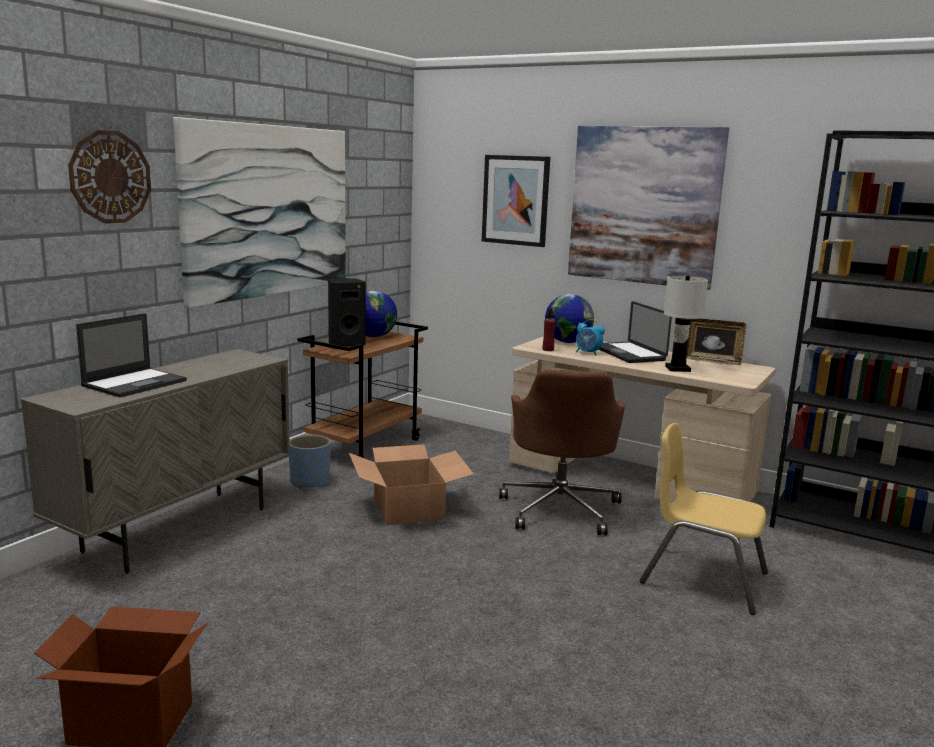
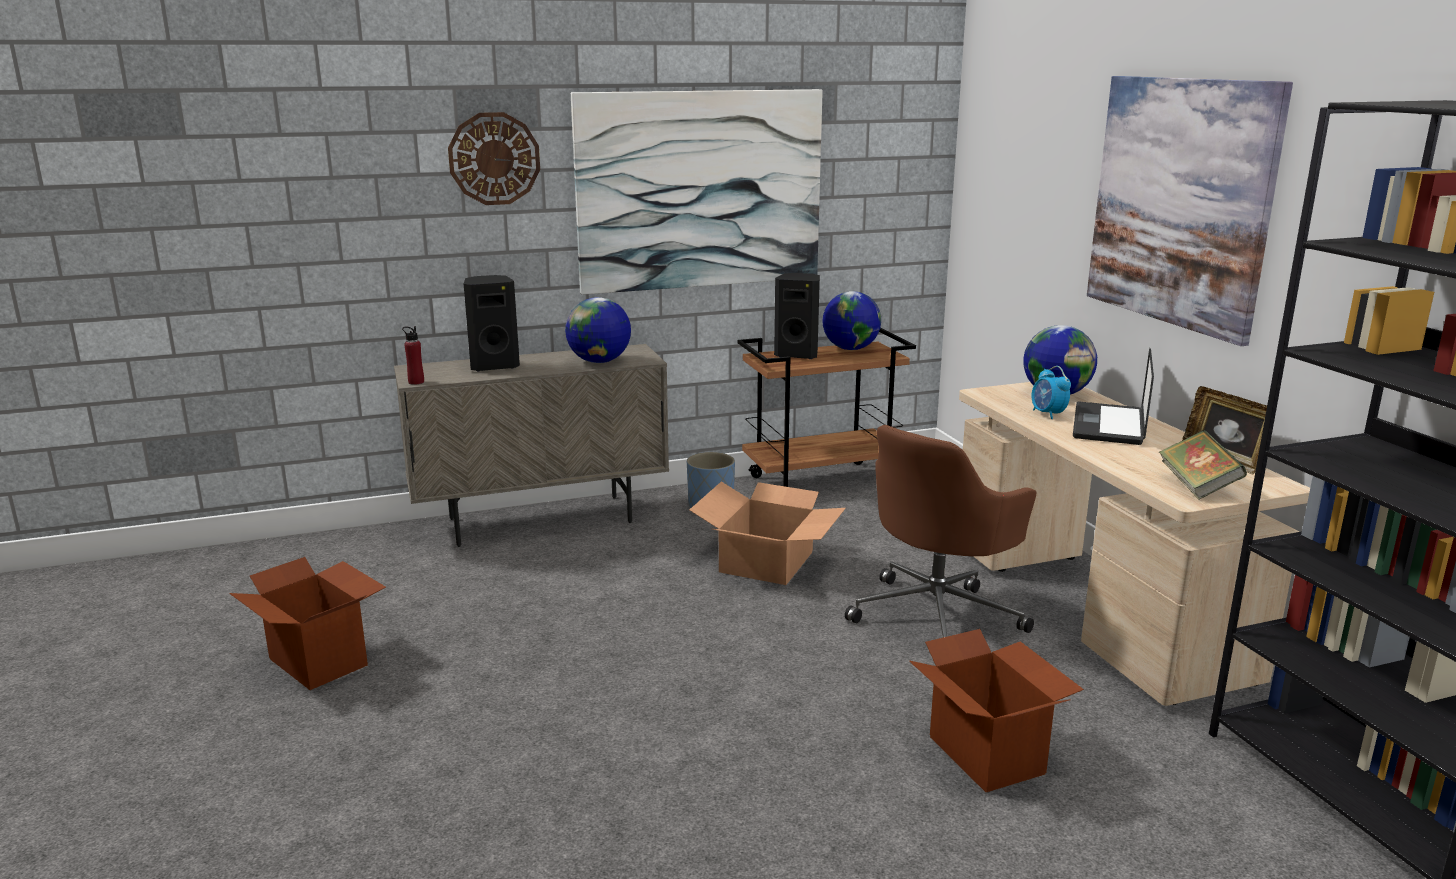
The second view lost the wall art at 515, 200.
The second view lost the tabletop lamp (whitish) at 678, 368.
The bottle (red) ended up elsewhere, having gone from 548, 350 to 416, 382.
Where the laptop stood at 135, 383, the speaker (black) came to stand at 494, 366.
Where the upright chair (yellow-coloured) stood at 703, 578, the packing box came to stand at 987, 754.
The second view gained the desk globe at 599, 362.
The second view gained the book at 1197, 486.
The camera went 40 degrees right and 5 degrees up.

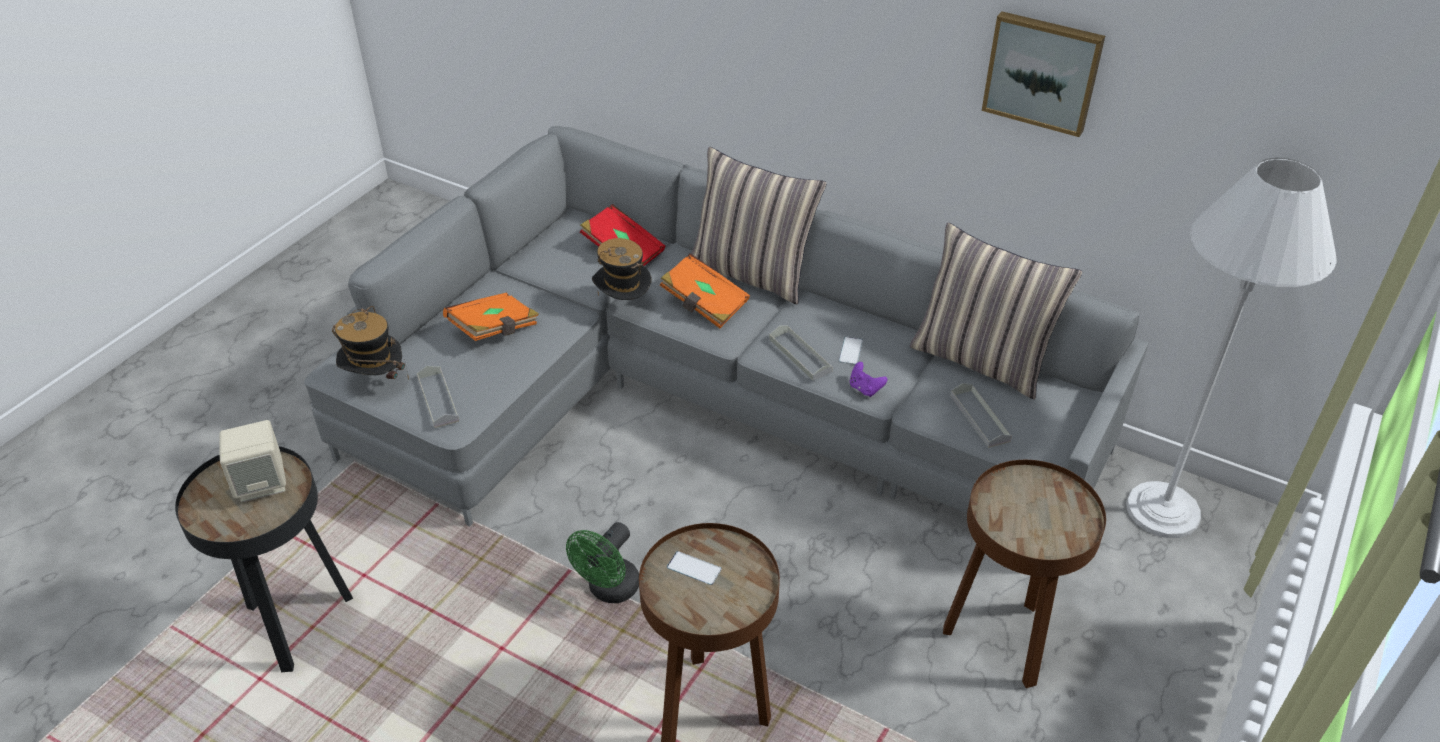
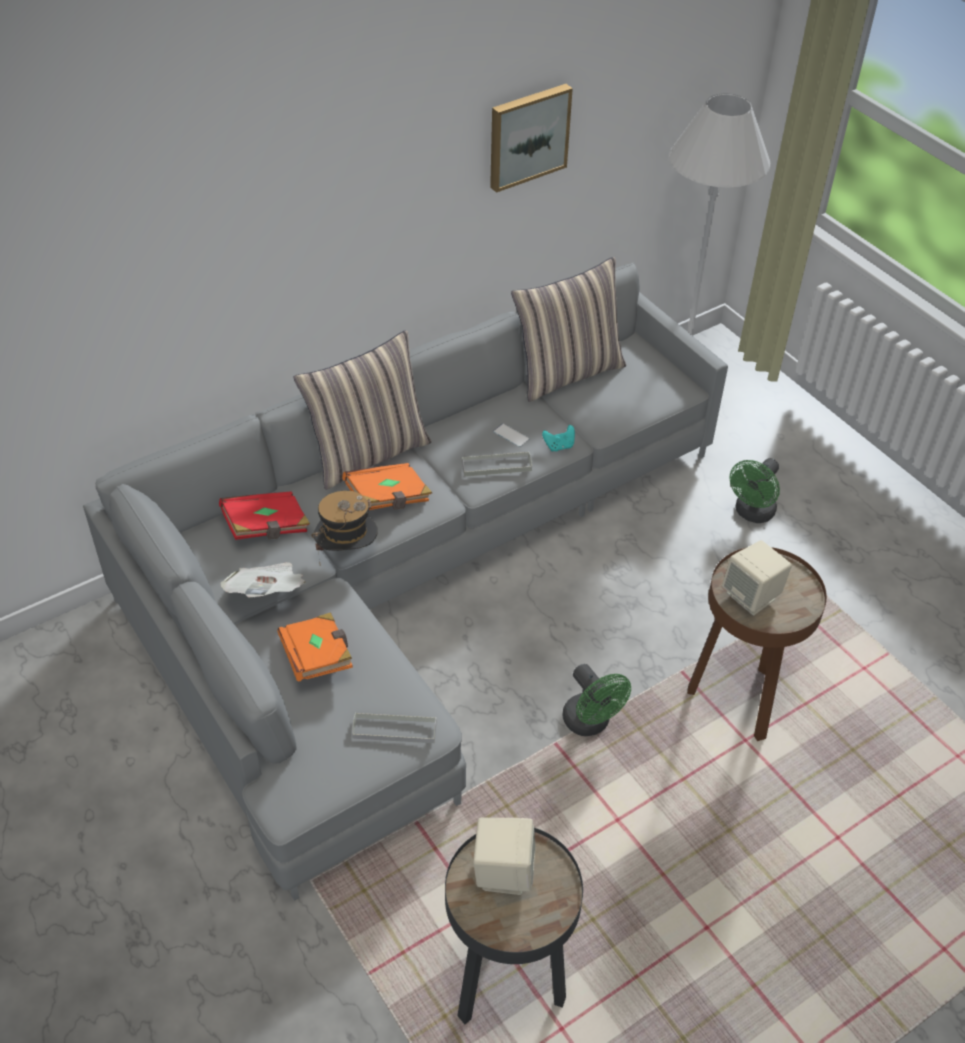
The second view lost the hat at 375, 381.
What was the joypad (purple-coloured) at 865, 389 turned into the joypad (blue-green) at 559, 446.
The second view lost the serving tray (grey) at 979, 418.
Where the accent table (brownish) stood at 1002, 641, the electric fan (green-coloured) came to stand at 751, 513.
Where the handset stood at 694, 568, the speaker (beige-coloured) came to stand at 751, 596.
The second view gained the newspaper at 268, 593.
The camera went 65 degrees left and 5 degrees up.

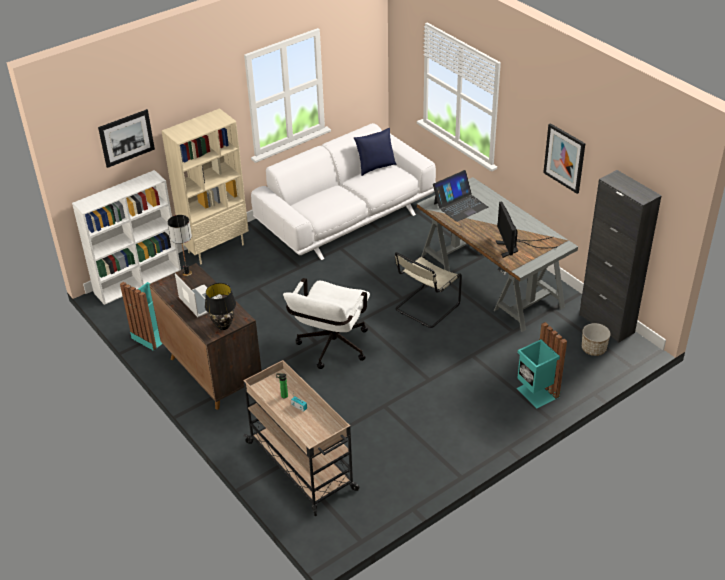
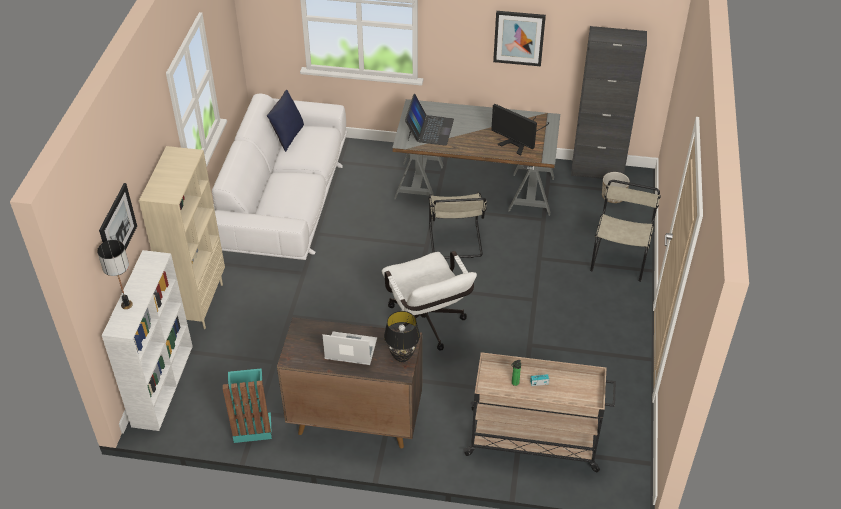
The tabletop lamp ended up elsewhere, having gone from 187, 273 to 126, 305.
Where the waste bin (blue-green) stood at 536, 393, the upright chair (beige-coloured) came to stand at 620, 258.
The camera went 45 degrees left and 5 degrees up.

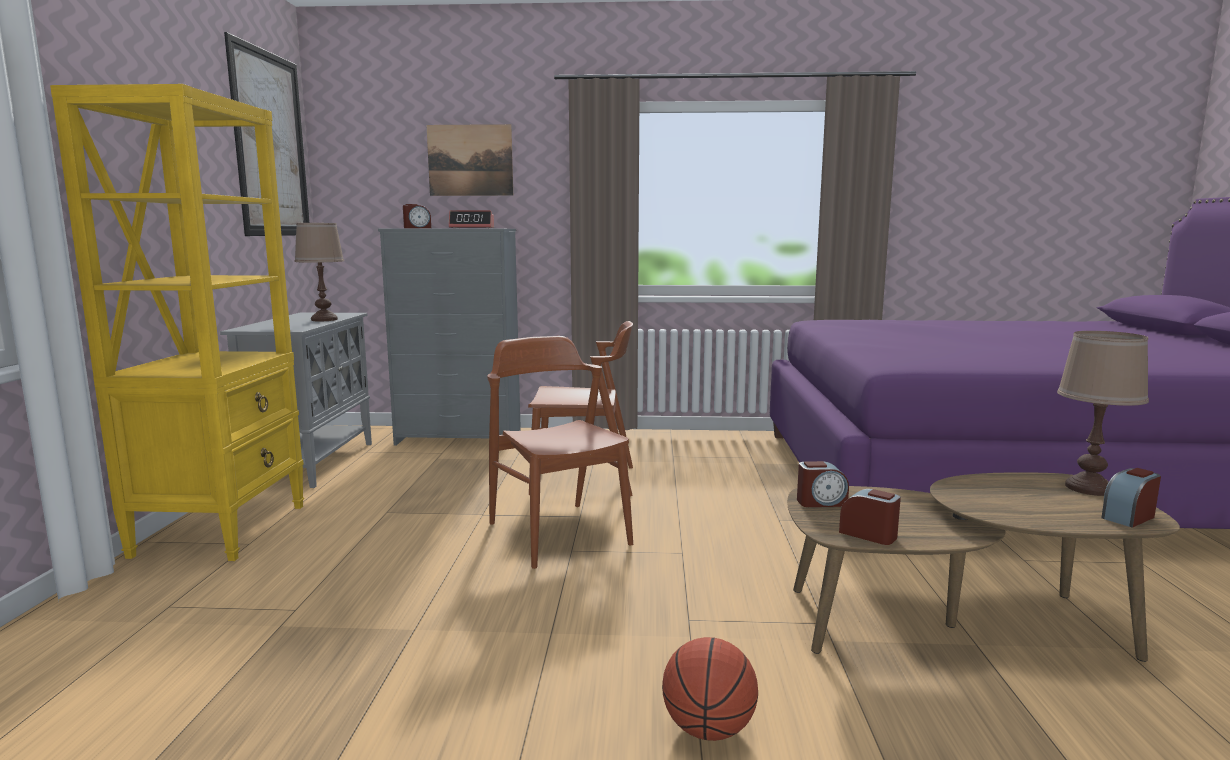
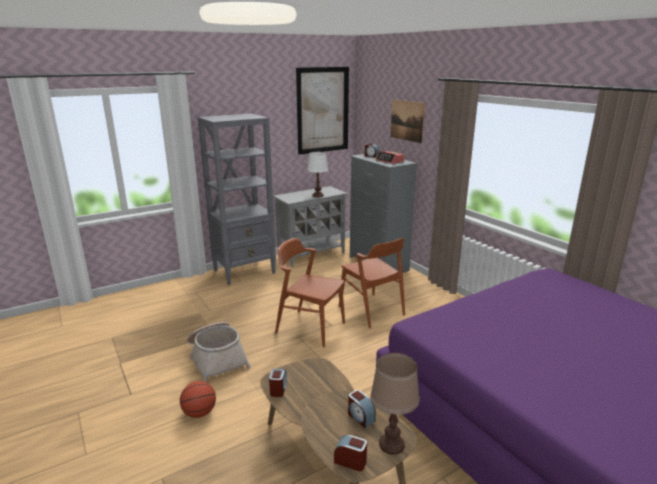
What was the shelving unit (yellow-coloured) at 223, 529 turned into the shelving unit (grey) at 245, 272.
What was the tabletop lamp (brownish) at 324, 319 turned into the tabletop lamp (whitish) at 318, 195.
The upright chair (brownish) at 558, 533 ended up facing another way, 90 degrees counterclockwise from before.
The alarm clock ended up elsewhere, having gone from 821, 502 to 360, 417.
The second view gained the basket at 217, 359.
The camera went 55 degrees right and 10 degrees up.

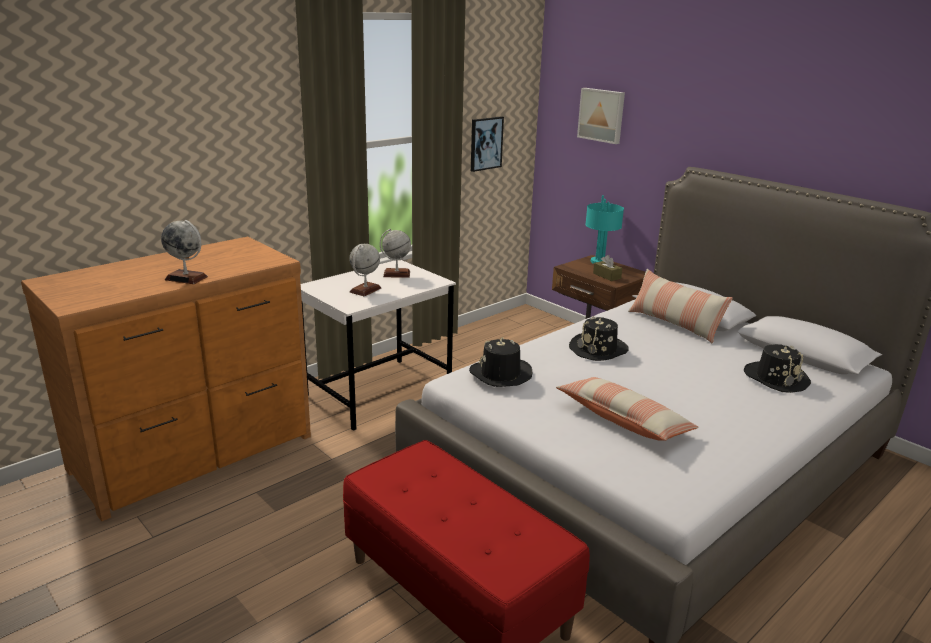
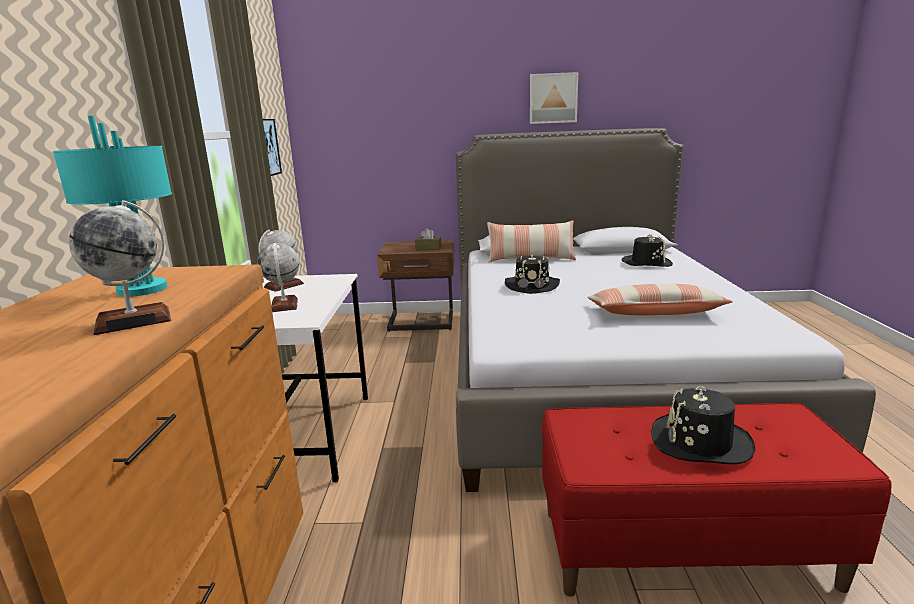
The wall art ended up elsewhere, having gone from 602, 115 to 553, 98.
The tabletop lamp (blue-green) ended up elsewhere, having gone from 600, 261 to 143, 289.
The hat (black) ended up elsewhere, having gone from 500, 374 to 700, 442.
The camera went 45 degrees left and 5 degrees down.

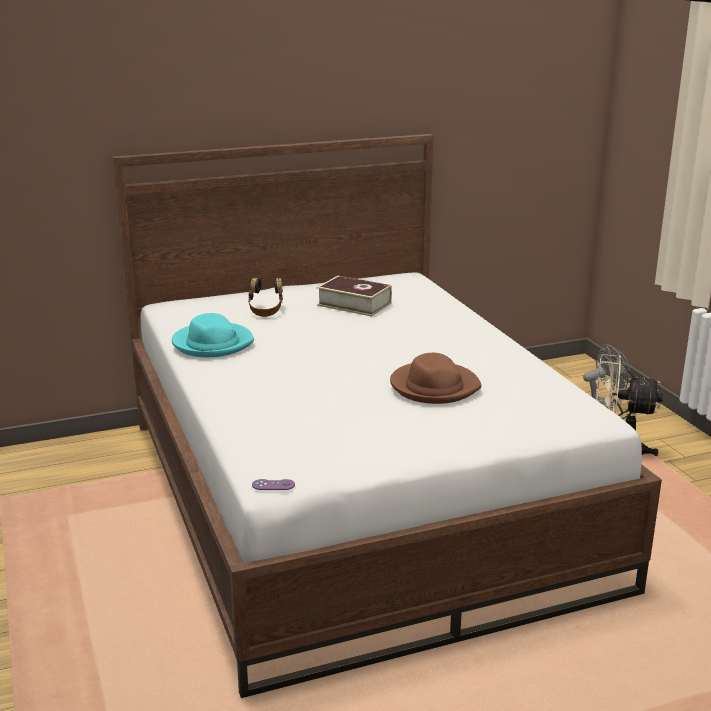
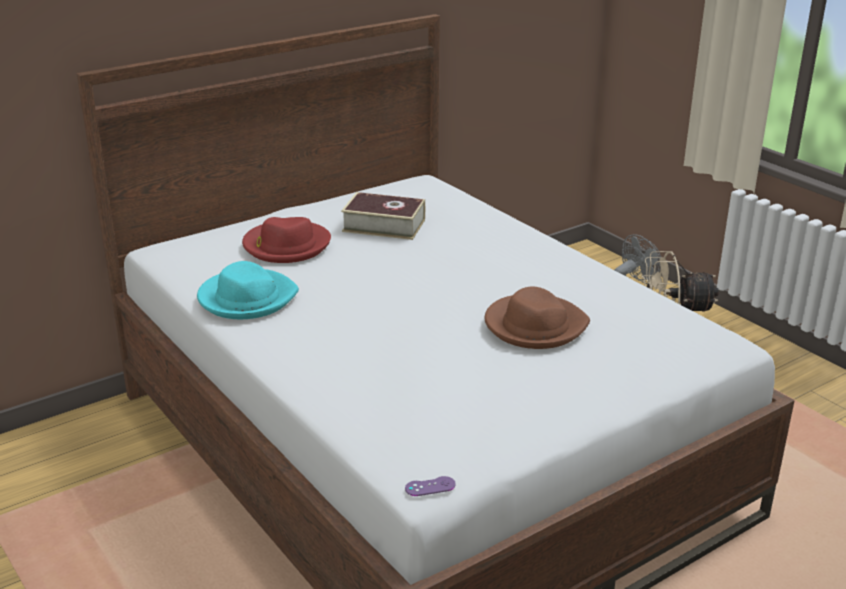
Where the pair of headphones stood at 266, 311, the hat (red) came to stand at 286, 245.
The camera went 15 degrees left and 5 degrees up.

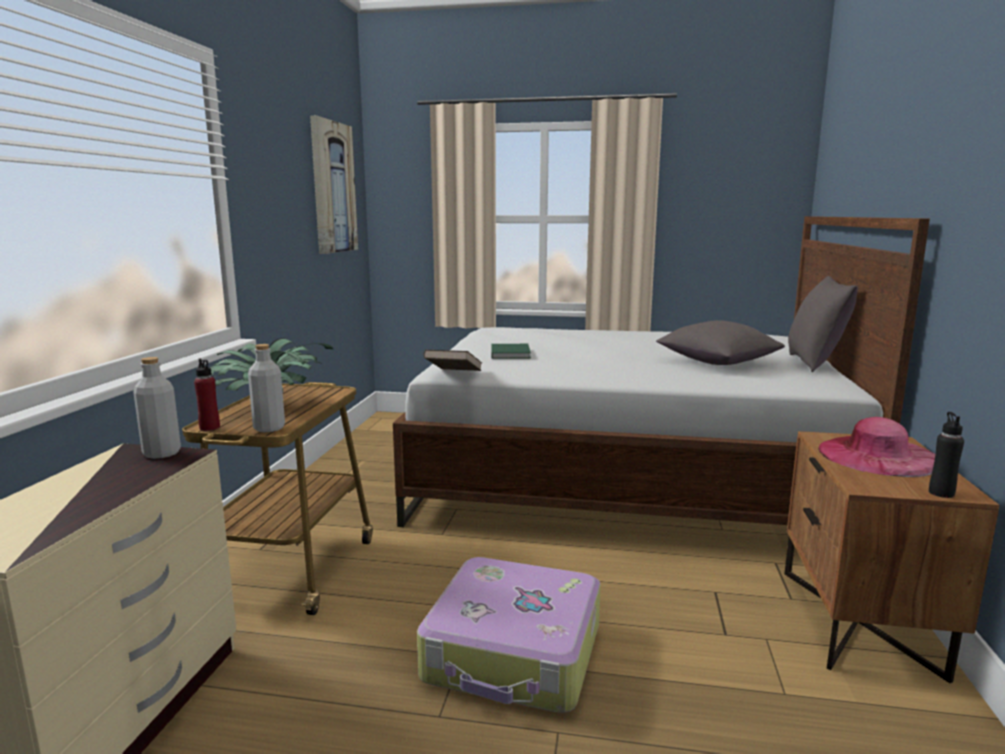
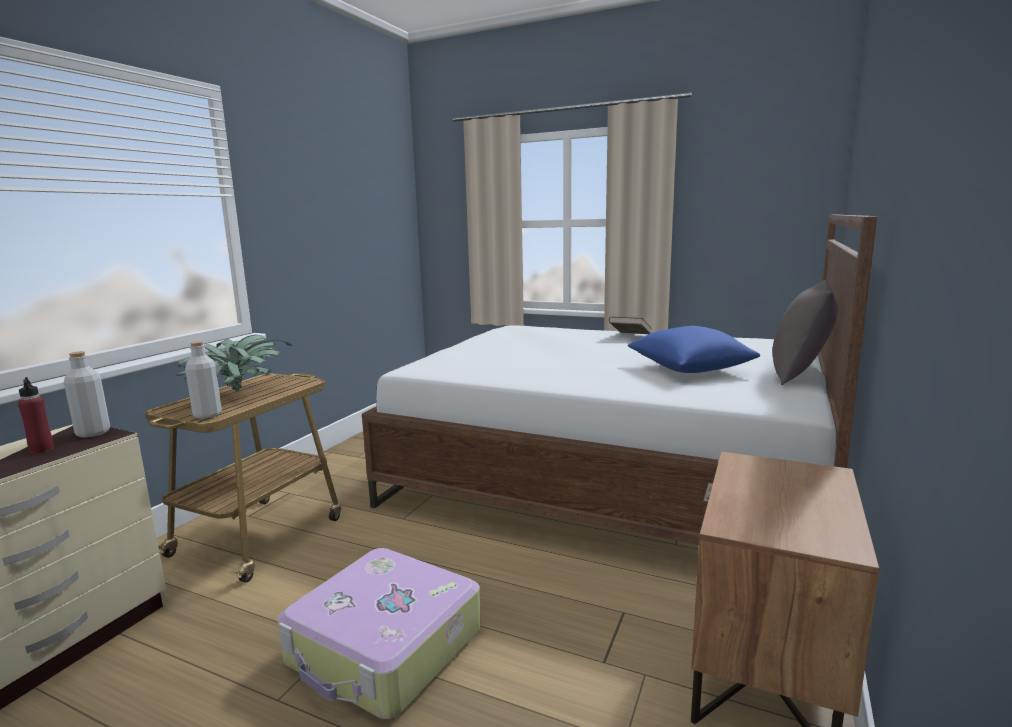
The second view lost the wall art at 333, 187.
What was the pillow (grey) at 717, 362 turned into the pillow (bluish) at 689, 369.
The second view lost the book (green-coloured) at 510, 353.
The book (brownish) ended up elsewhere, having gone from 453, 375 to 630, 336.
The bottle (red) ended up elsewhere, having gone from 209, 428 to 41, 449.
The second view lost the bottle (black) at 941, 493.
The second view lost the hat (pinkish) at 877, 456.
The camera went 15 degrees right and 0 degrees up.

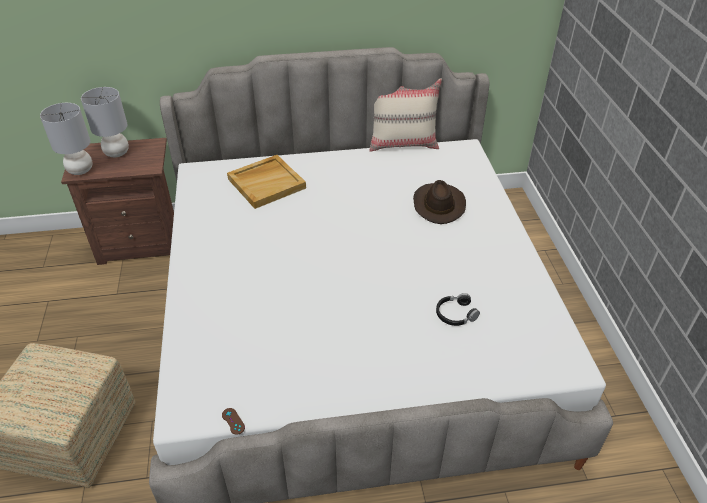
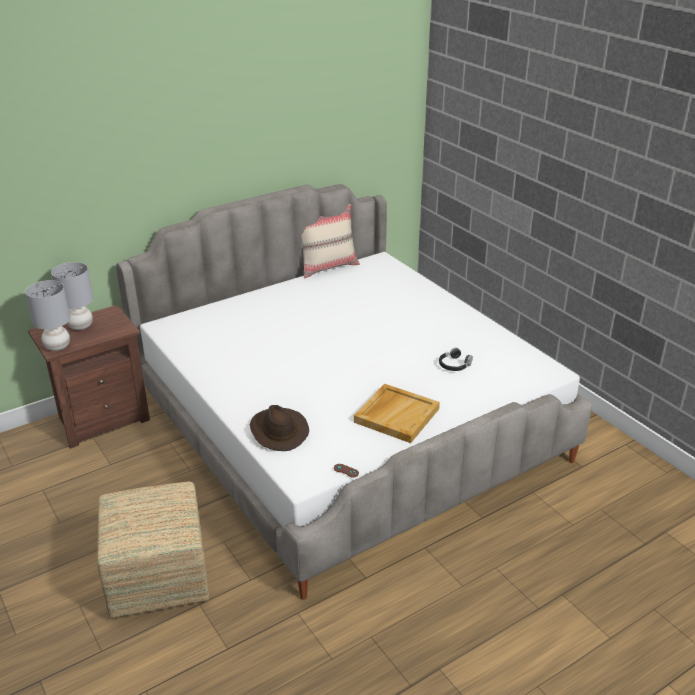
The serving tray (beige-coloured) ended up elsewhere, having gone from 267, 183 to 396, 415.
The hat (brownish) ended up elsewhere, having gone from 438, 204 to 278, 431.
The camera went 25 degrees left and 10 degrees down.

